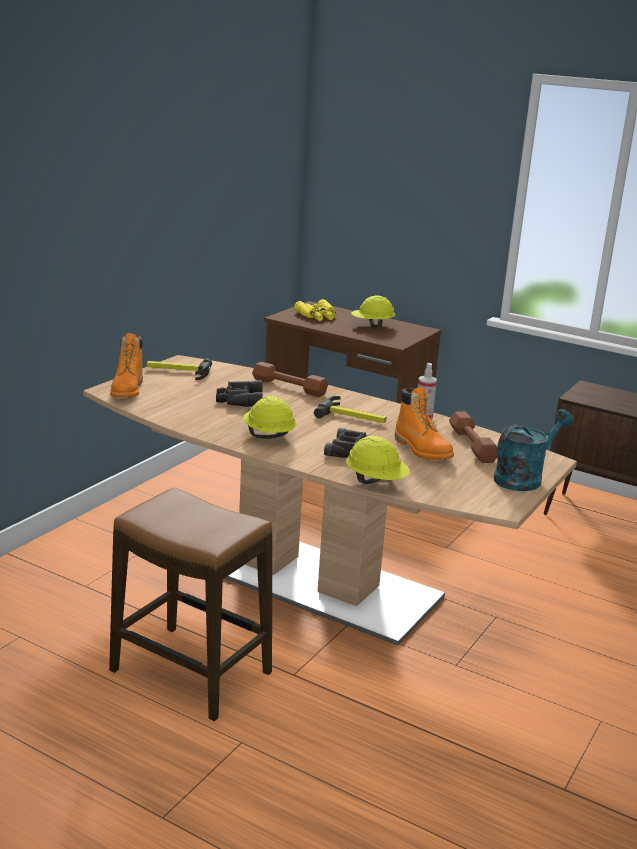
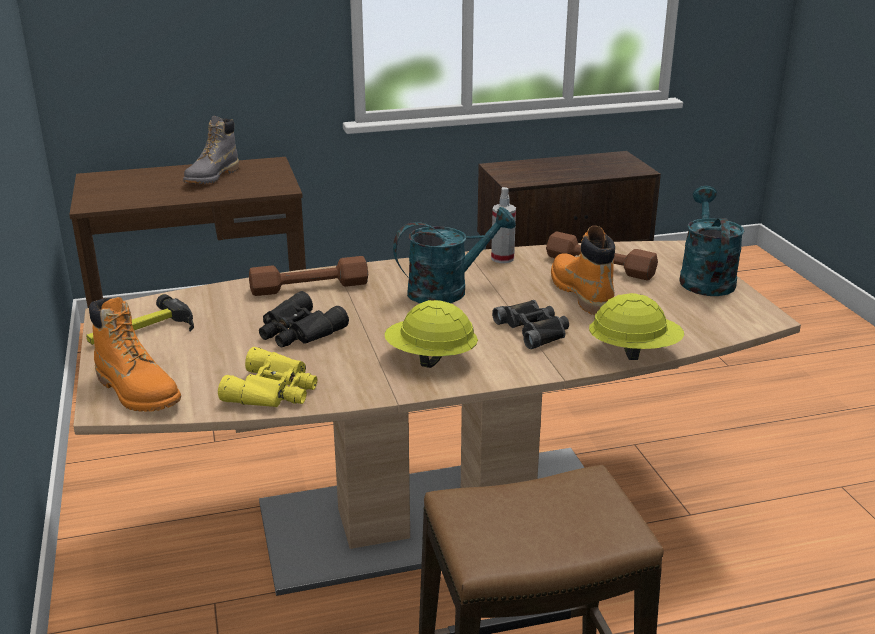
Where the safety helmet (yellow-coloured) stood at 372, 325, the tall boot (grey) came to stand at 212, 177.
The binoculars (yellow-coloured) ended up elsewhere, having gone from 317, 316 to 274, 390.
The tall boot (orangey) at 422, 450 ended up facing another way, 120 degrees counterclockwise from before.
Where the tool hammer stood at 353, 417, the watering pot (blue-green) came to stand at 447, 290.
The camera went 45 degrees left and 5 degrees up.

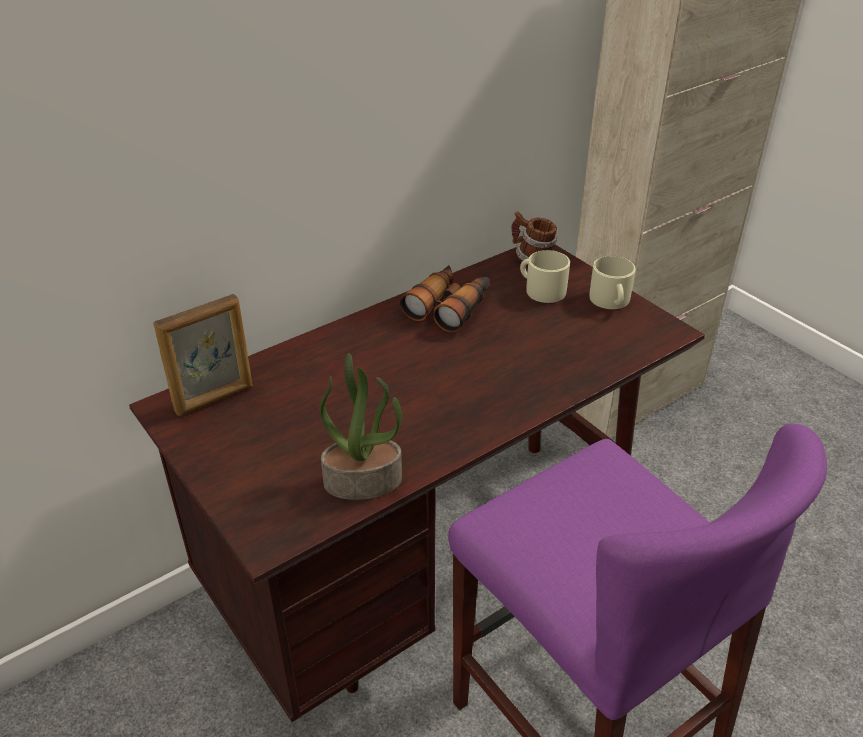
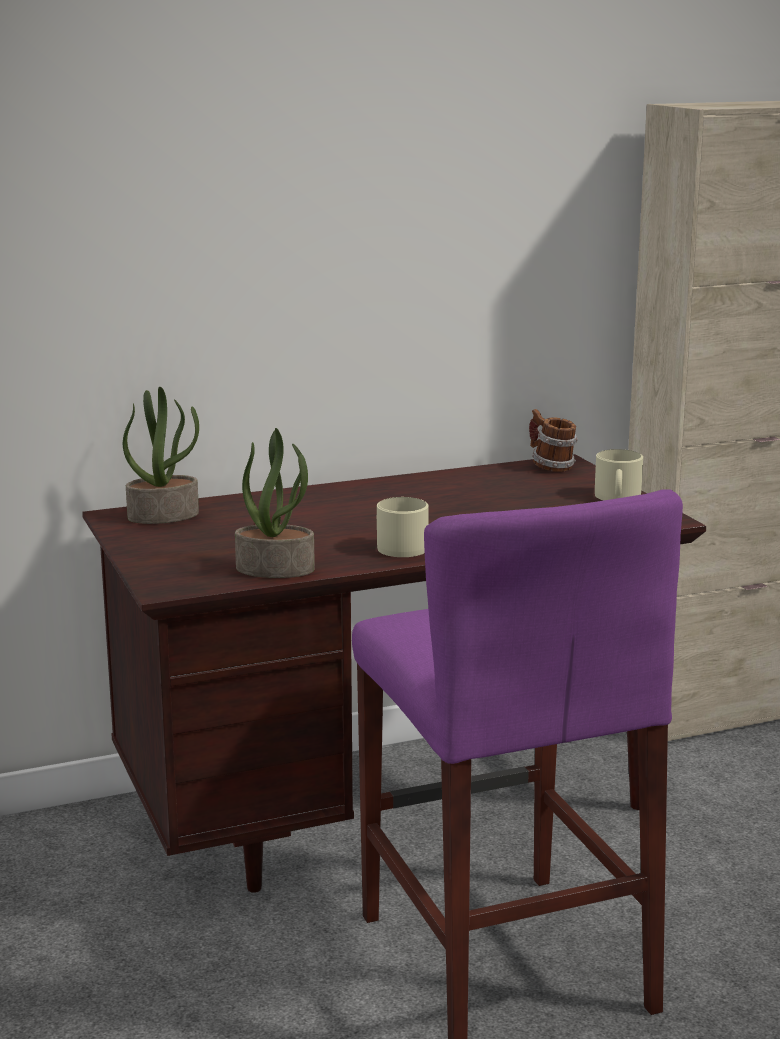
The mug (beige-coloured) ended up elsewhere, having gone from 541, 289 to 398, 546.
The second view lost the binoculars at 449, 306.
Where the photo frame stood at 215, 399, the houseplant came to stand at 164, 515.
The camera went 15 degrees right and 20 degrees down.

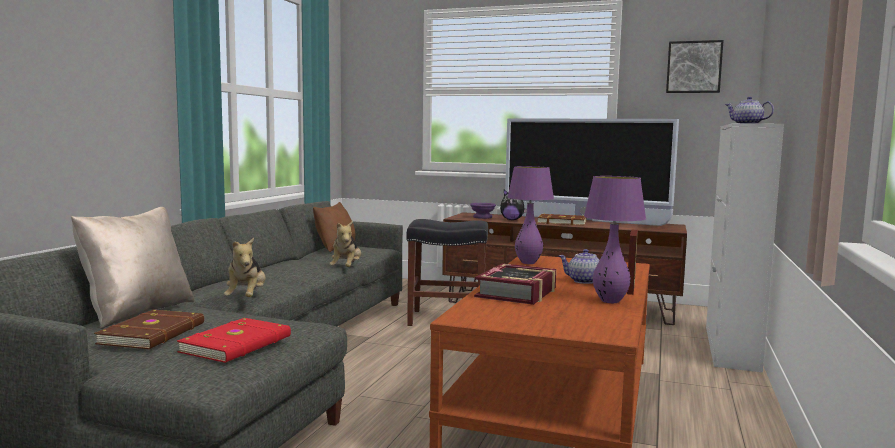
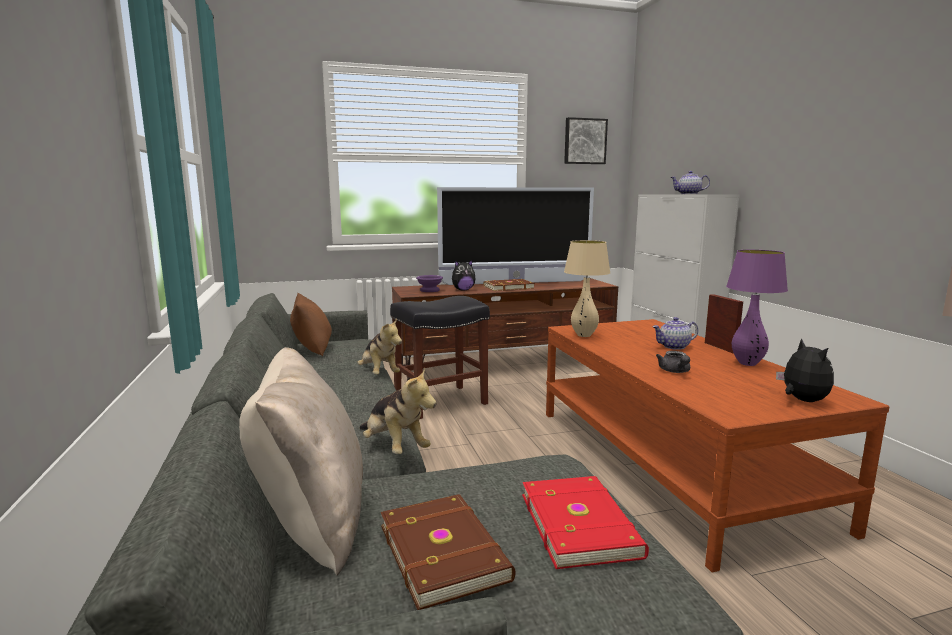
What was the tabletop lamp (purple-coloured) at 528, 263 turned into the tabletop lamp (beige-coloured) at 584, 335.
Where the book stood at 517, 293, the tea pot (grey) came to stand at 675, 371.
The second view gained the plush toy at 802, 400.
The camera went 35 degrees left and 5 degrees up.

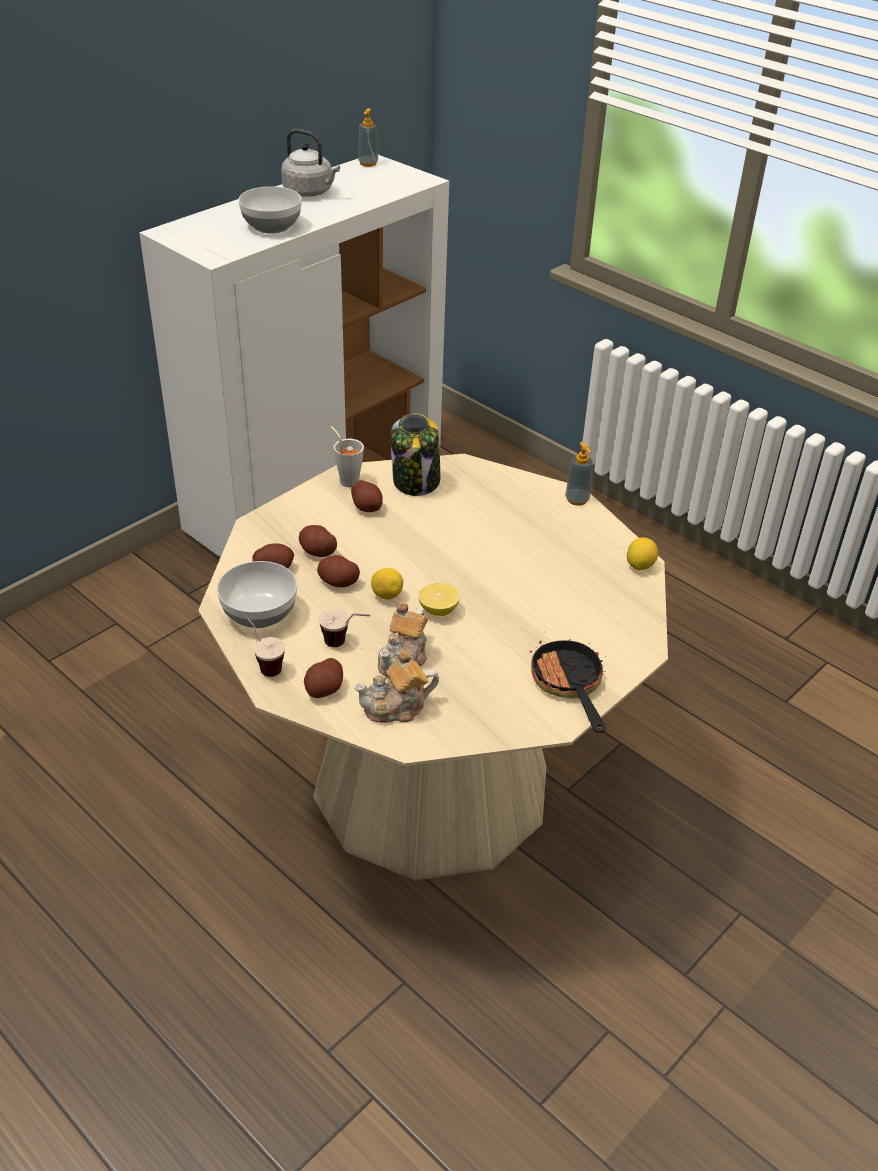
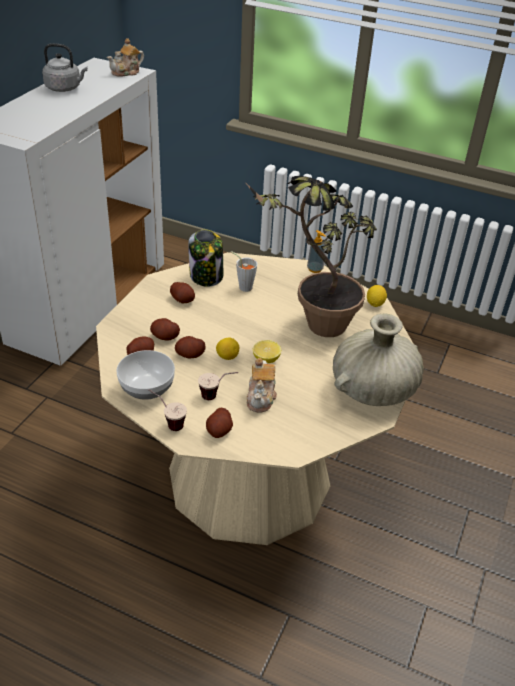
The second view lost the liquid soap bottle at 368, 163.
The second view lost the bowl at 272, 226.
The cup (grey) ended up elsewhere, having gone from 347, 479 to 243, 286.
Where the skillet stood at 568, 685, the vase (beige-coloured) came to stand at 373, 390.
The tea pot ended up elsewhere, having gone from 396, 708 to 127, 72.
The second view gained the houseplant at 312, 325.
The camera went 20 degrees left and 0 degrees up.

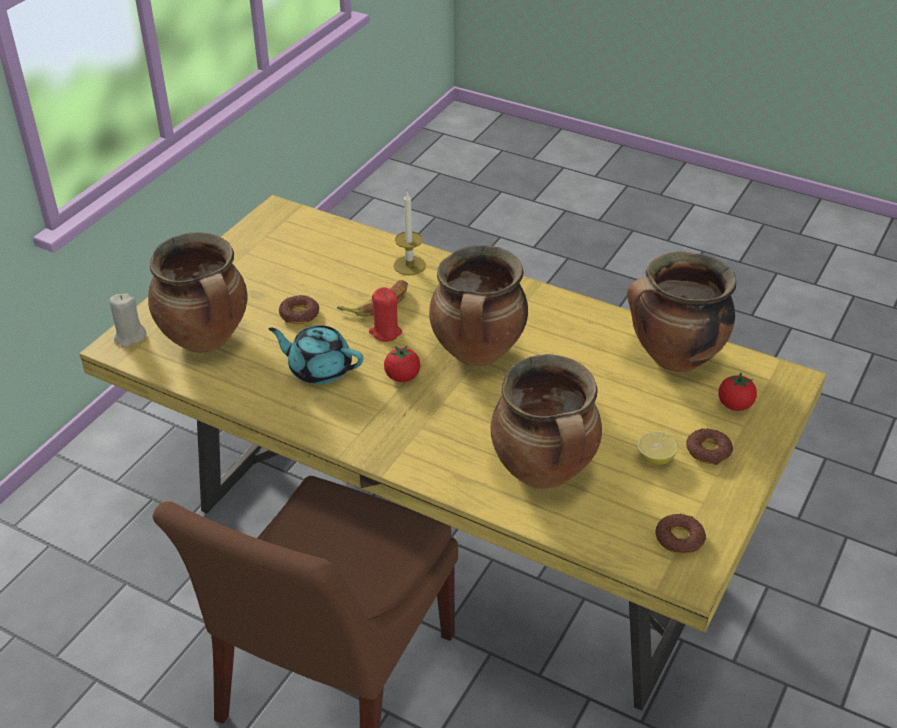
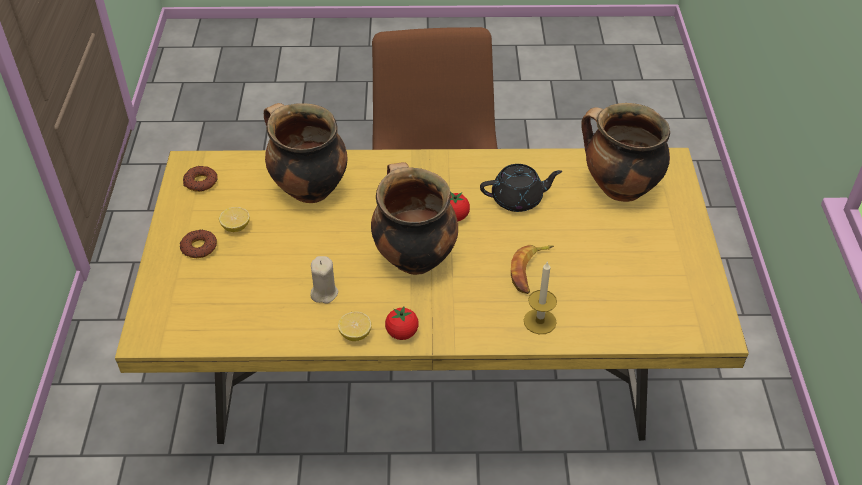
The second view lost the stockpot at 674, 359.
The second view lost the candle (red) at 385, 332.
The candle (beige-coloured) ended up elsewhere, having gone from 130, 337 to 324, 293.
The second view lost the ring doughnut at 299, 314.
What was the tea pot (blue-green) at 319, 369 turned into the tea pot (black) at 518, 199.
The whole tomato ended up elsewhere, having gone from 735, 405 to 402, 333.
The second view gained the citrus fruit at 355, 334.
The camera went 150 degrees right and 5 degrees up.

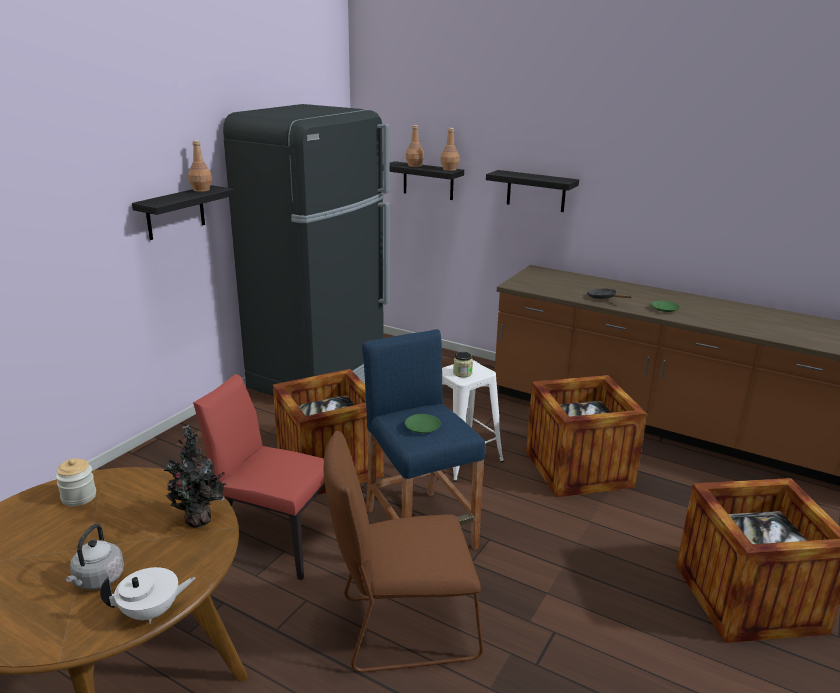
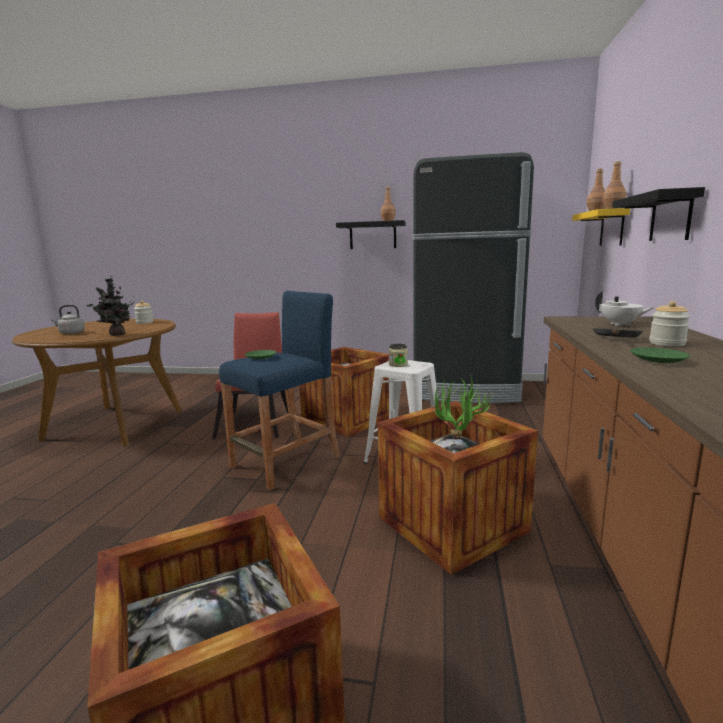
What was the bracket shelf (black) at 428, 181 turned into the bracket shelf (yellow-coloured) at 612, 228.
The second view lost the upright chair (brownish) at 402, 629.
The tea pot (whitish) ended up elsewhere, having gone from 152, 612 to 620, 324.
The second view gained the storage jar at 667, 343.
The second view gained the houseplant at 459, 439.
The camera went 70 degrees right and 10 degrees down.

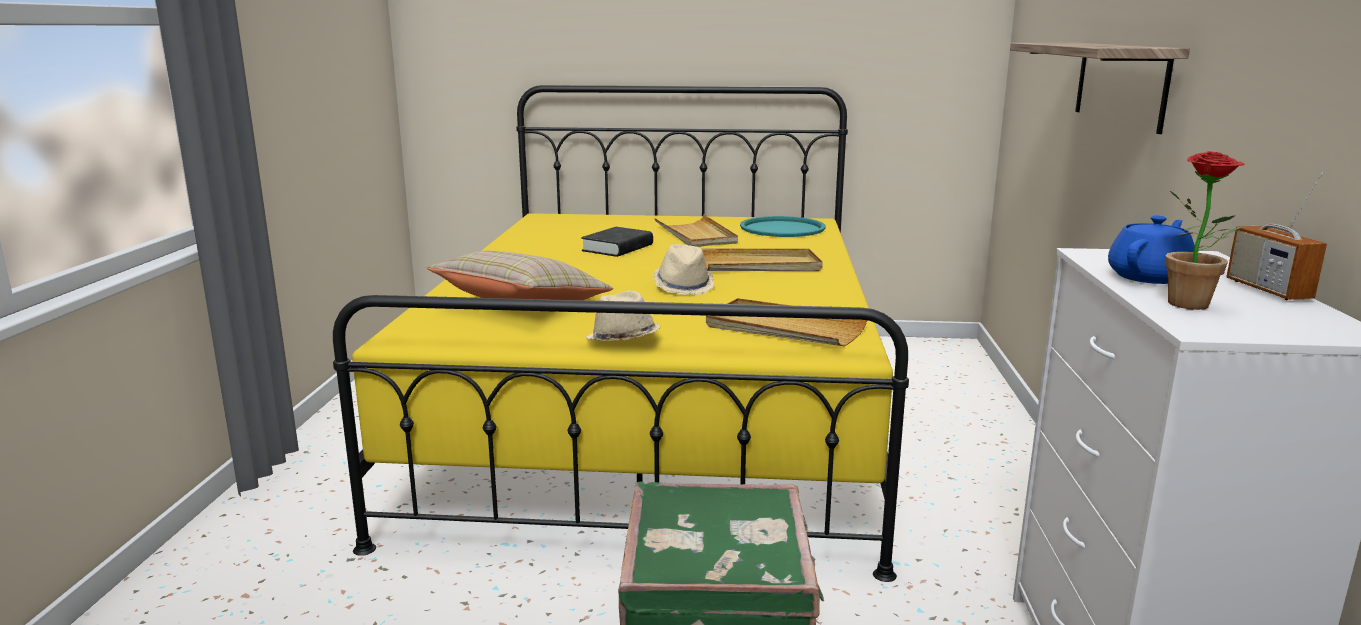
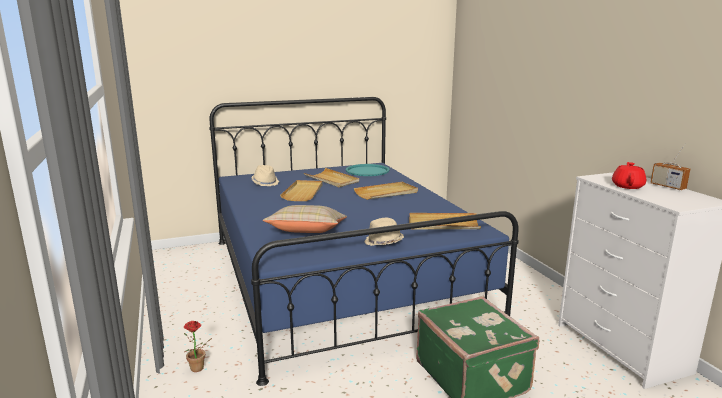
The second view lost the bracket shelf at 1120, 83.
What was the sleeping bed (yellow-coloured) at 656, 417 turned into the sleeping bed (bluish) at 340, 279.
The houseplant ended up elsewhere, having gone from 1193, 306 to 198, 370.
What was the tea pot (bluish) at 1150, 277 turned into the tea pot (red) at 627, 186.
Where the book (black) stood at 617, 248, the serving tray (beige-coloured) came to stand at 303, 192.
The hat (beige-coloured) ended up elsewhere, having gone from 684, 286 to 265, 183.
The camera went 25 degrees left and 0 degrees up.

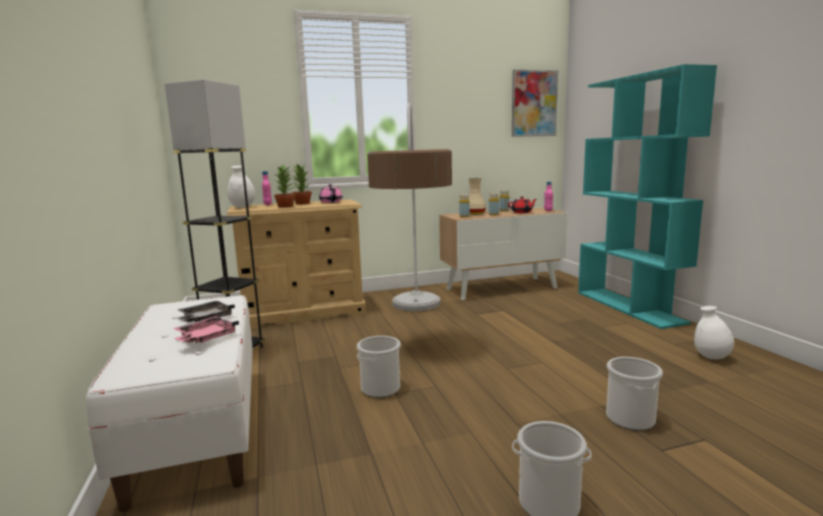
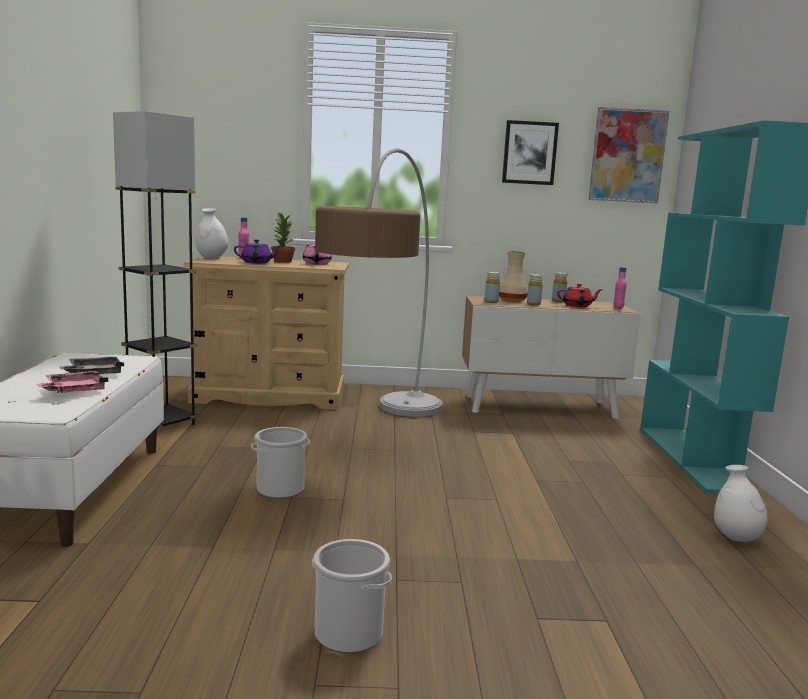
Where the houseplant stood at 286, 206, the tea pot (purple-coloured) came to stand at 257, 263.
The second view lost the pail at 629, 418.
The second view gained the wall art at 529, 153.
The camera went 15 degrees right and 0 degrees up.

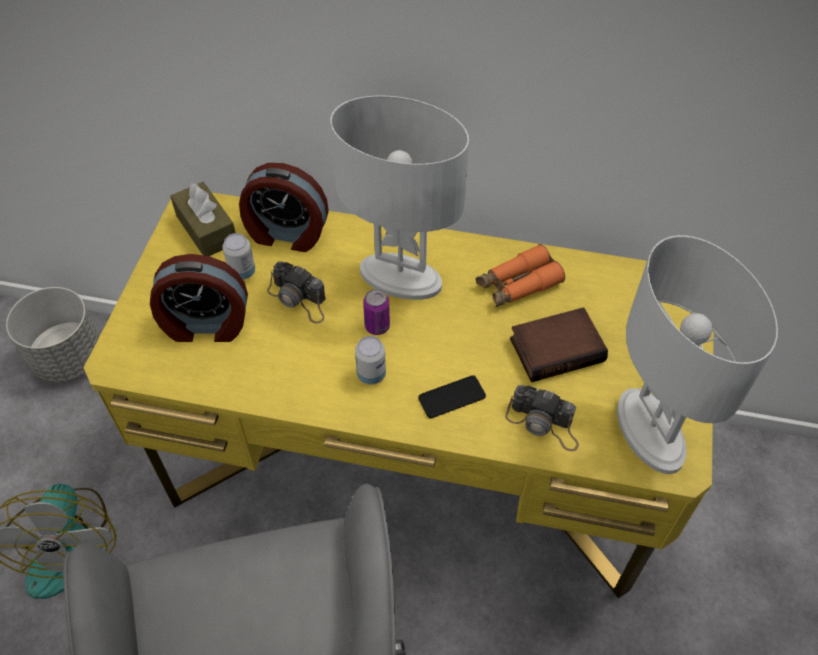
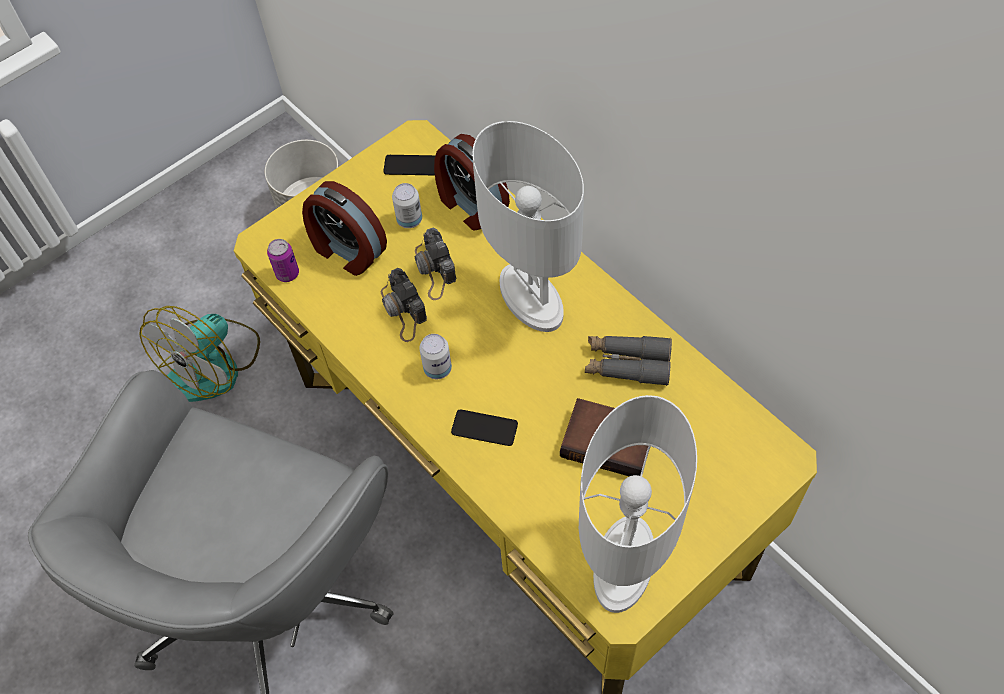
Where the tissue box (brownish) stood at 206, 229, the handset came to stand at 411, 165.
What was the binoculars (orangey) at 518, 284 turned into the binoculars (grey) at 627, 364.
The metal can ended up elsewhere, having gone from 377, 326 to 287, 273.
The still camera ended up elsewhere, having gone from 543, 424 to 403, 310.
The camera went 40 degrees right and 5 degrees up.

